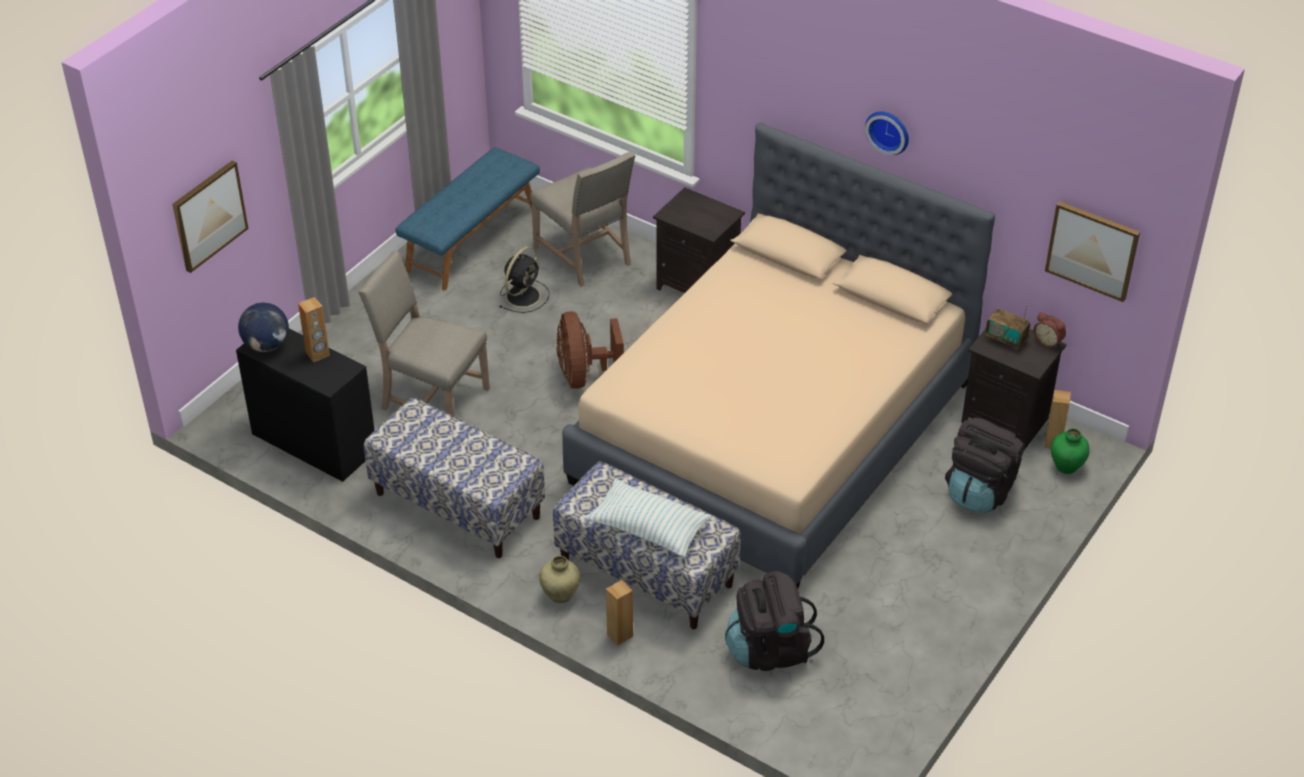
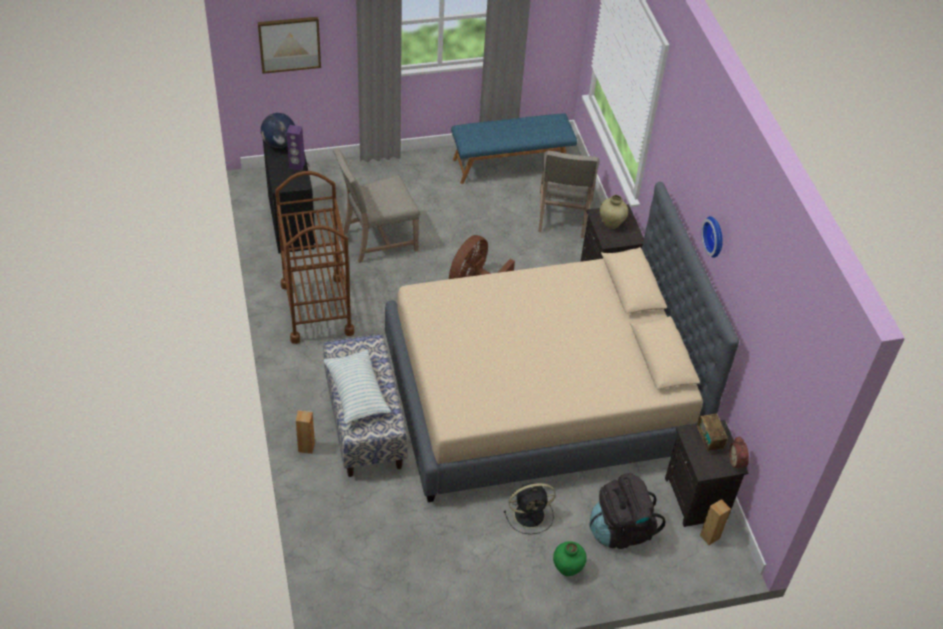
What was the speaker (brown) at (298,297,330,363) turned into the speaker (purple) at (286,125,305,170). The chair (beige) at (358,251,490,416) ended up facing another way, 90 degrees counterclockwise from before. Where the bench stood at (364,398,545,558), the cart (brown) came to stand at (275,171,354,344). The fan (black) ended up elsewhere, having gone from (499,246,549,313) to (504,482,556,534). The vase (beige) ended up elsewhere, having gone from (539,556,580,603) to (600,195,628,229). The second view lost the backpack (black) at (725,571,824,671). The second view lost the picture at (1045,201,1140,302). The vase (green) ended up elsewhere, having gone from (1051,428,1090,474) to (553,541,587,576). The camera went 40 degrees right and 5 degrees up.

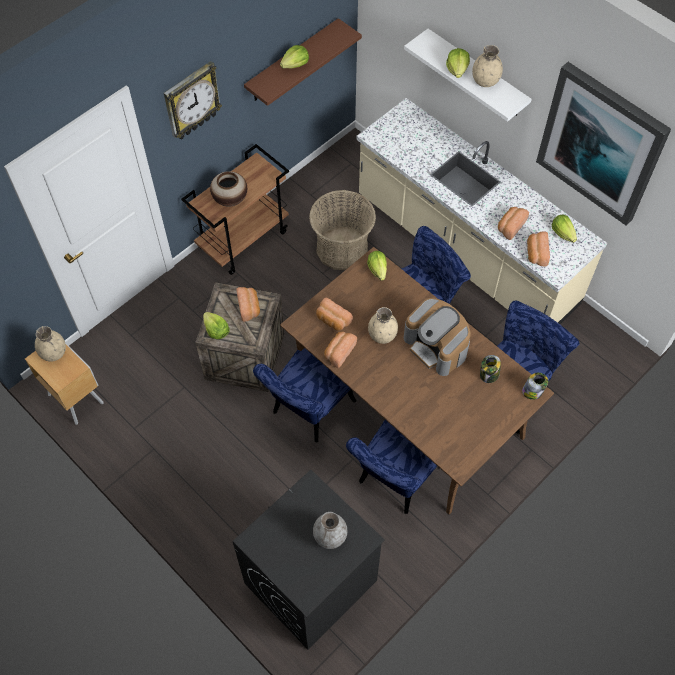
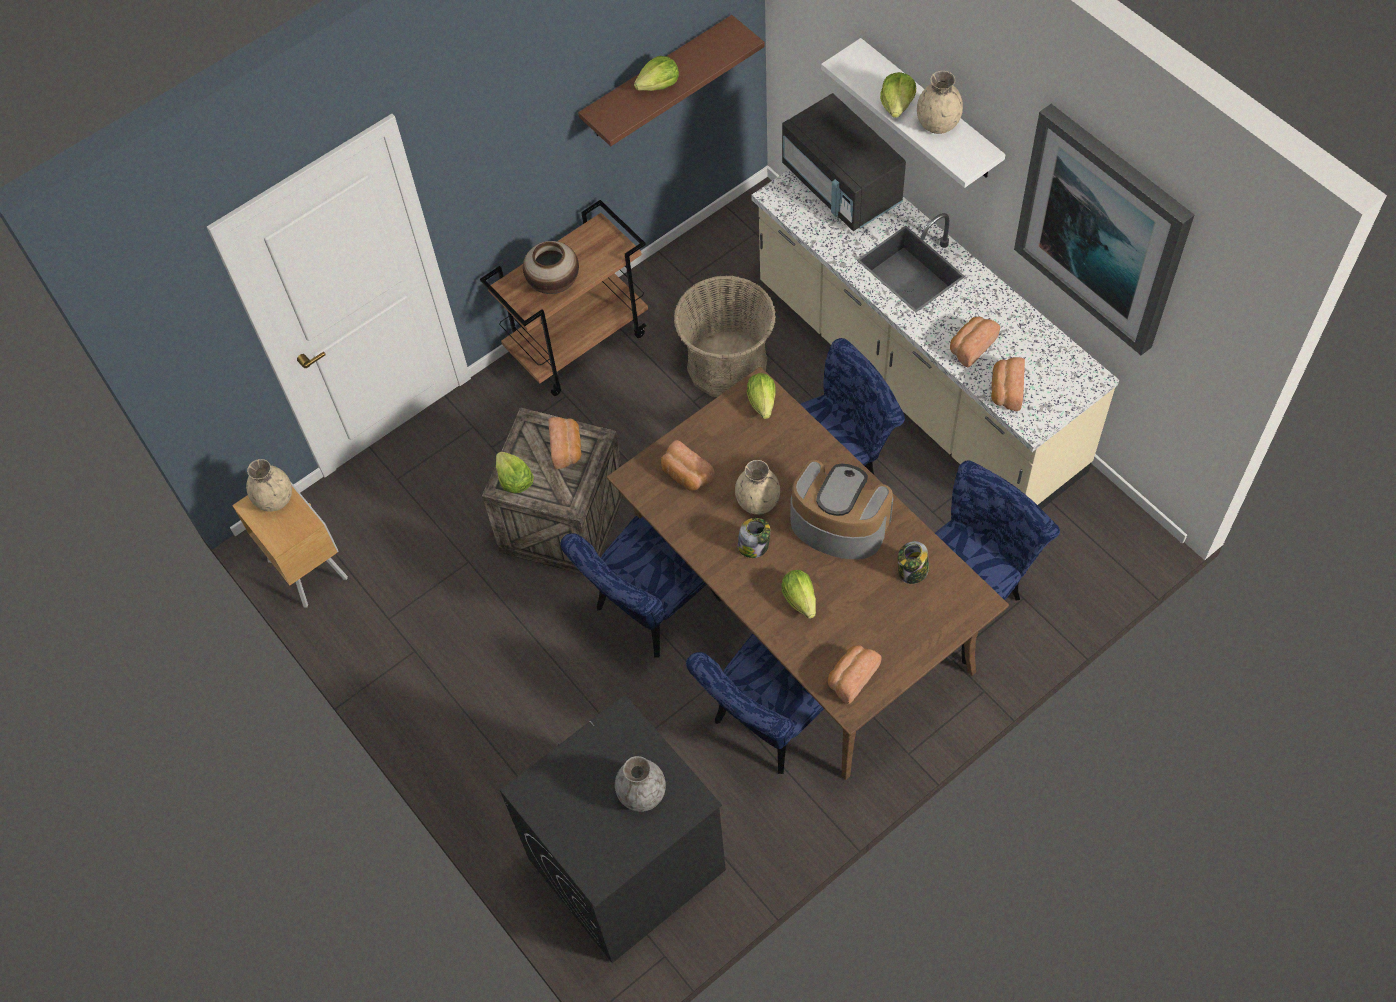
The second view lost the wall clock at (164,61,222,140). The bread ended up elsewhere, having gone from (324,331,357,368) to (828,645,882,704). The coffee machine at (404,298,471,376) ended up facing another way, 150 degrees clockwise from before. The jar ended up elsewhere, having gone from (522,373,548,400) to (738,518,771,558). The lettuce ended up elsewhere, having gone from (552,215,577,243) to (782,570,816,619). The second view gained the microwave (black) at (782,93,906,231). The camera went 10 degrees right and 0 degrees up.

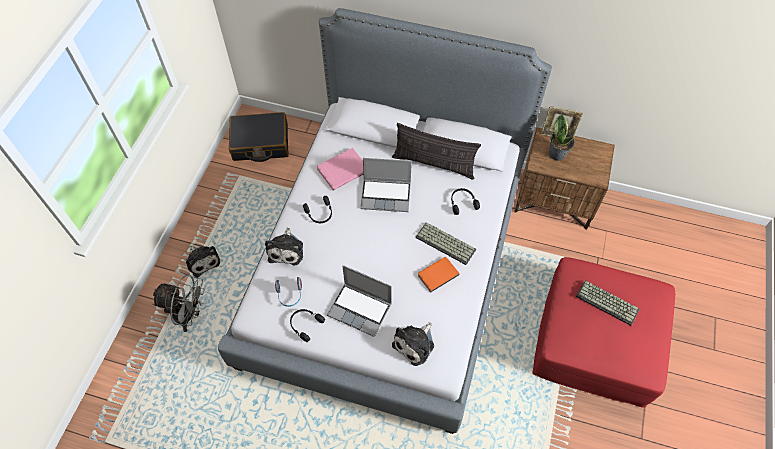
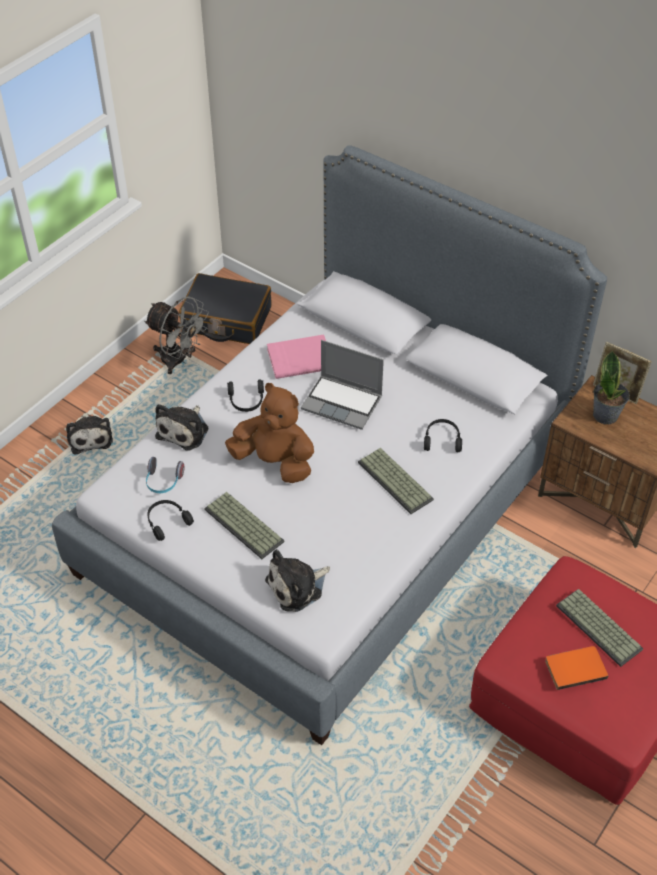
The fan (grey) ended up elsewhere, having gone from (153,274,205,332) to (144,296,209,374). Where the laptop stood at (327,265,392,337), the keyboard came to stand at (204,492,284,559). The second view lost the pillow at (392,123,481,180). The book (orange) ended up elsewhere, having gone from (418,257,460,293) to (545,646,609,690). The second view gained the plush toy (brown) at (225,383,314,483). The camera went 20 degrees right and 10 degrees down.

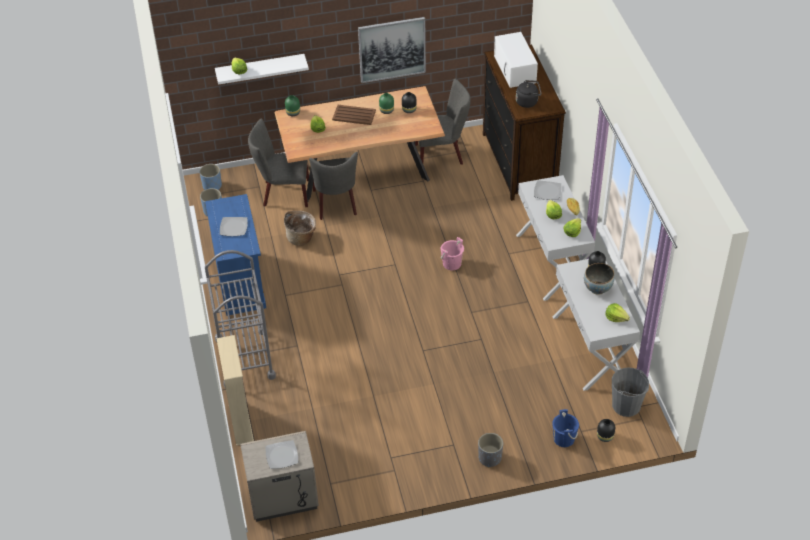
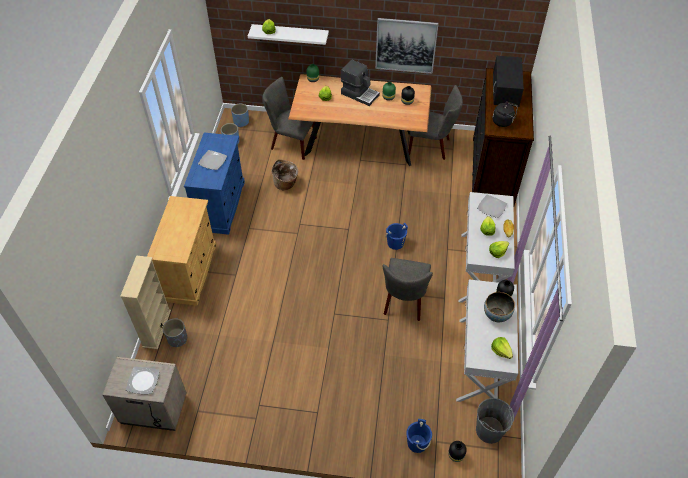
Where the cart (grey) stood at (205,250,276,388), the cabinet (beige) came to stand at (147,196,216,306). The chair (grey) ended up elsewhere, having gone from (309,152,358,220) to (383,258,433,321). Where the tray (brown) stood at (332,105,376,125), the coffee machine came to stand at (341,60,380,106). What was the bucket (pink) at (441,237,464,270) turned into the bucket (blue) at (385,223,408,250). The planter (grey) ended up elsewhere, having gone from (478,433,503,467) to (163,318,187,347). What was the microwave (white) at (494,32,538,88) turned into the microwave (black) at (493,56,524,107). The camera went 20 degrees right and 5 degrees up.

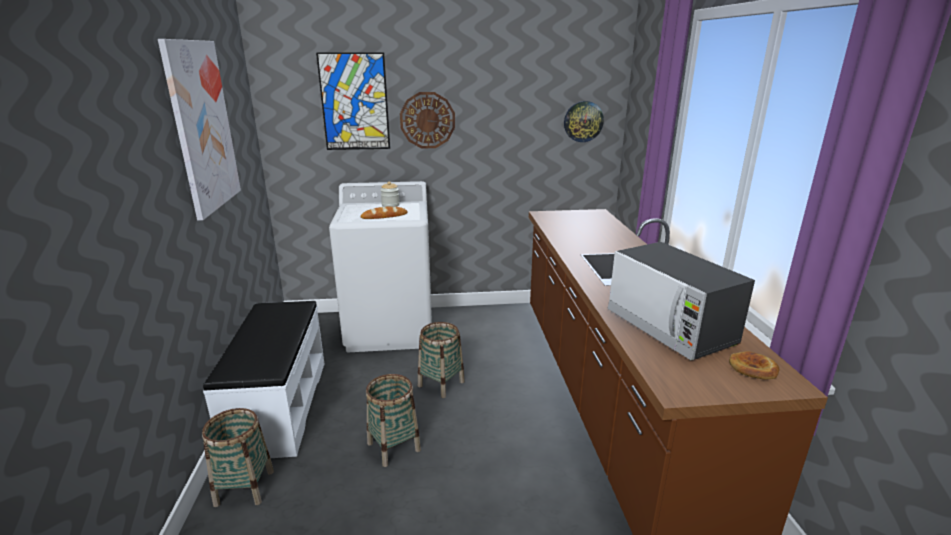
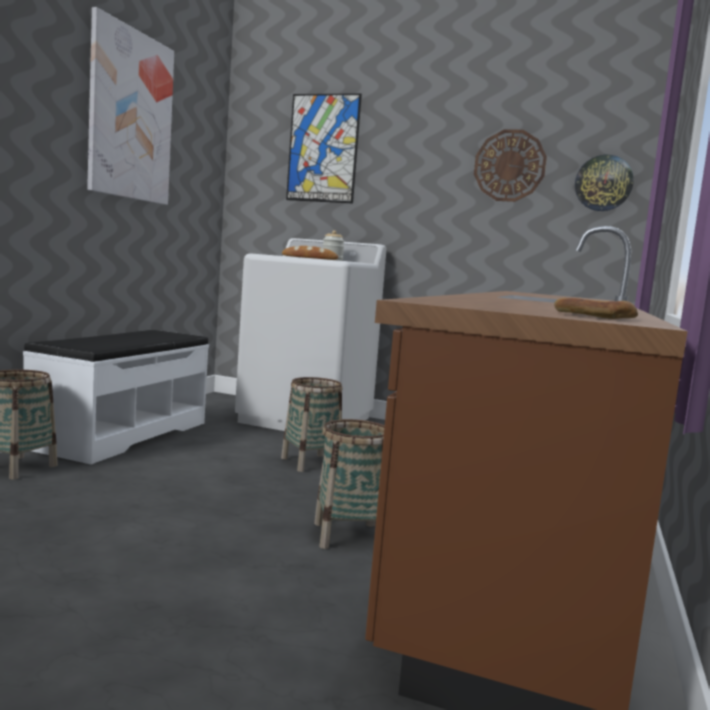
The basket ended up elsewhere, having gone from (366,374,421,467) to (314,419,385,549). The wall clock ended up elsewhere, having gone from (400,92,455,148) to (474,130,547,202). The second view lost the microwave at (607,242,755,360). The camera went 25 degrees right and 15 degrees down.

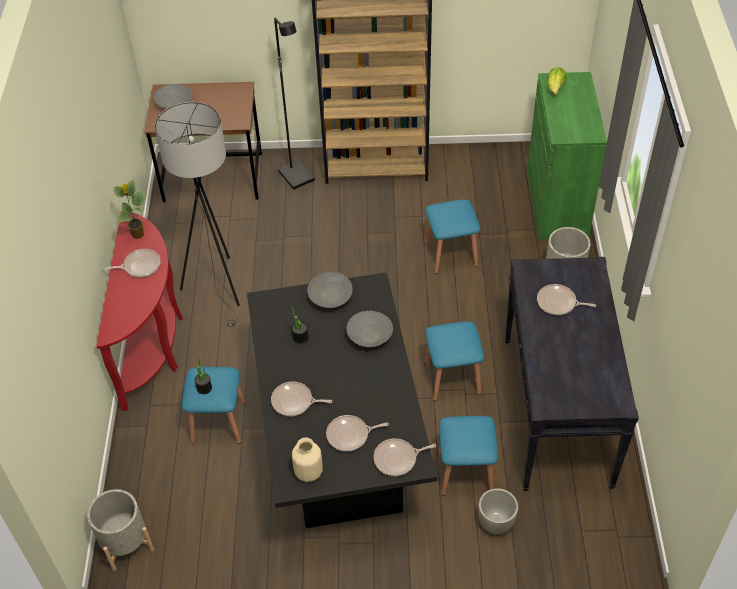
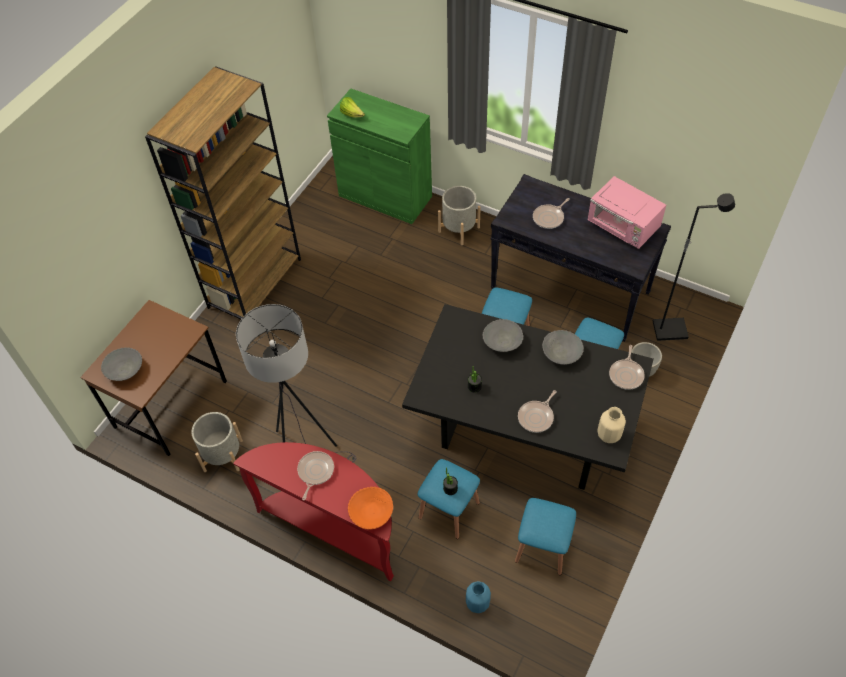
The planter (grey) ended up elsewhere, having gone from (87,489,154,571) to (191,412,243,472). The second view lost the potted plant at (113,179,145,239). The floor lamp (black) ended up elsewhere, having gone from (274,18,315,190) to (653,193,735,341). The bowl (grey) ended up elsewhere, having gone from (307,272,353,308) to (542,330,584,365). The second view lost the frying pan at (326,415,389,452). The stool (blue) ended up elsewhere, having gone from (425,199,480,274) to (515,498,576,575). The second view gained the bowl (orange) at (348,487,393,529). The second view gained the vase (blue) at (466,581,491,613). The second view gained the microwave (pink) at (587,176,666,249). The camera went 60 degrees left and 5 degrees up.

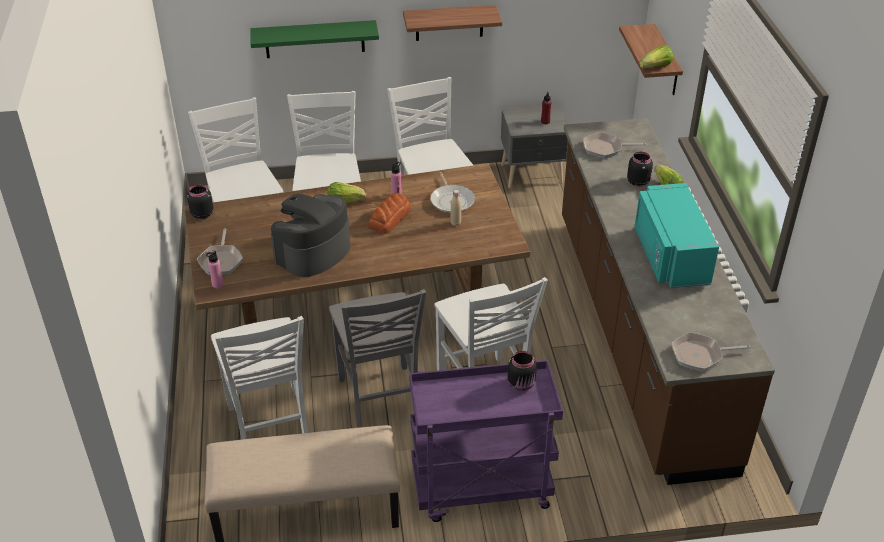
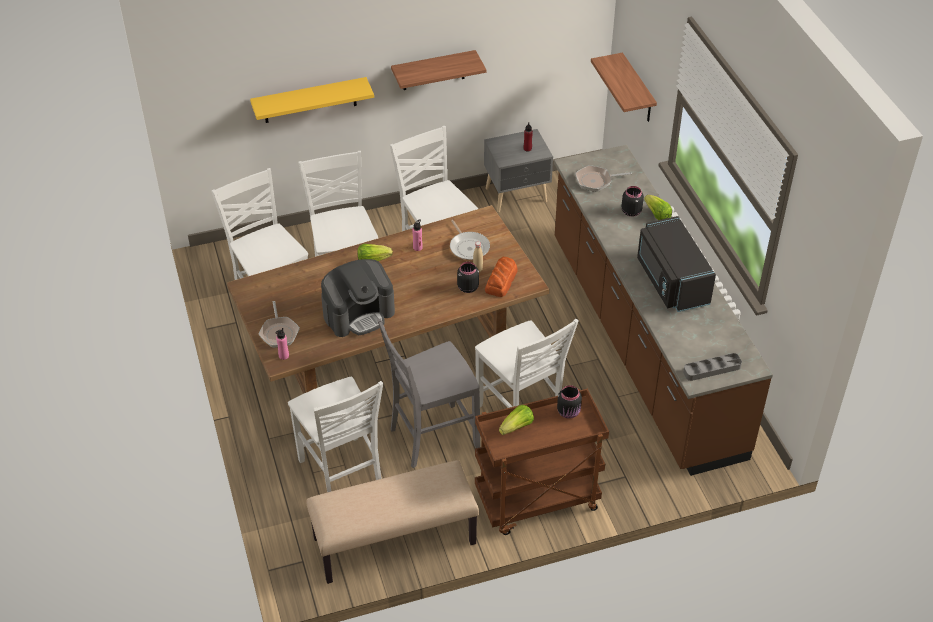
The jar (black) ended up elsewhere, having gone from (187,184,214,219) to (457,262,479,293). What was the shelf (green) at (250,20,379,58) turned into the shelf (yellow) at (250,77,374,123). The coffee machine at (271,193,351,277) ended up facing another way, 150 degrees counterclockwise from before. The chair (grey) at (329,289,426,428) ended up facing another way, 90 degrees clockwise from before. The bread ended up elsewhere, having gone from (368,193,411,234) to (485,257,518,297). What was the cart (purple) at (409,359,563,522) turned into the cart (brown) at (475,389,609,535). What was the microwave (turquoise) at (635,183,719,288) turned into the microwave (black) at (637,216,716,312). The lettuce ended up elsewhere, having gone from (639,46,673,68) to (499,405,534,435). Where the frying pan stood at (671,332,751,372), the tray (grey) came to stand at (683,353,742,381). The camera went 10 degrees left and 5 degrees up.

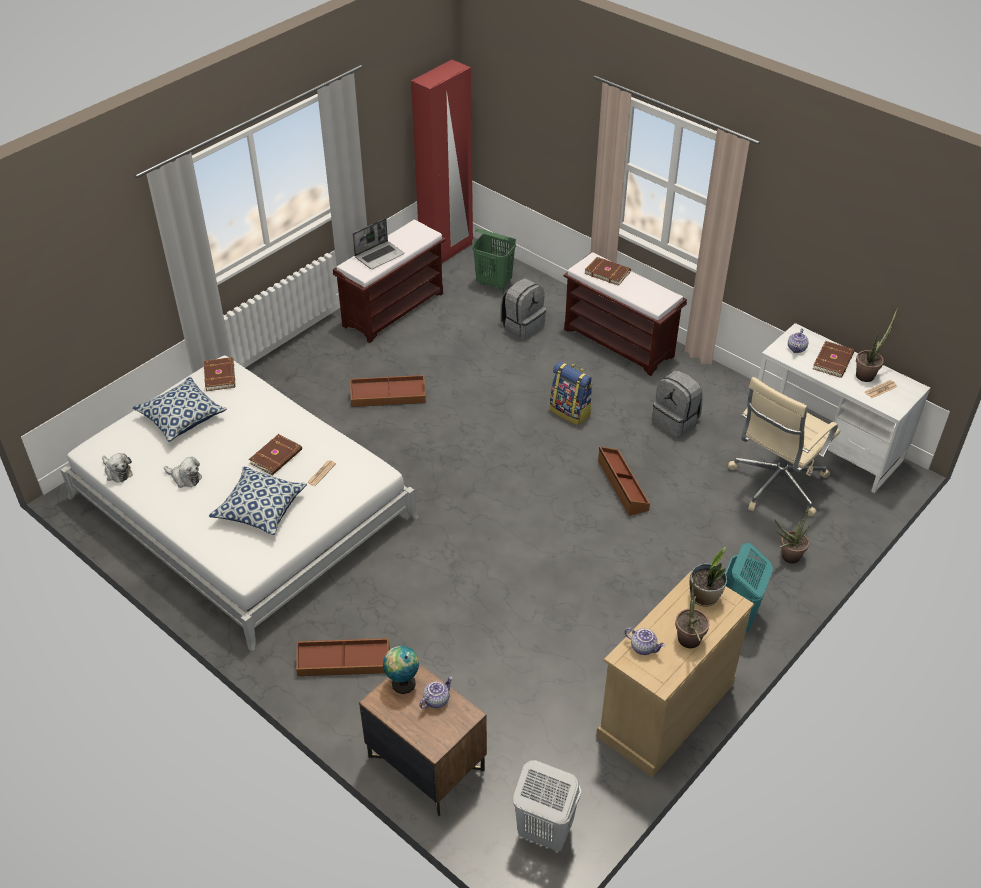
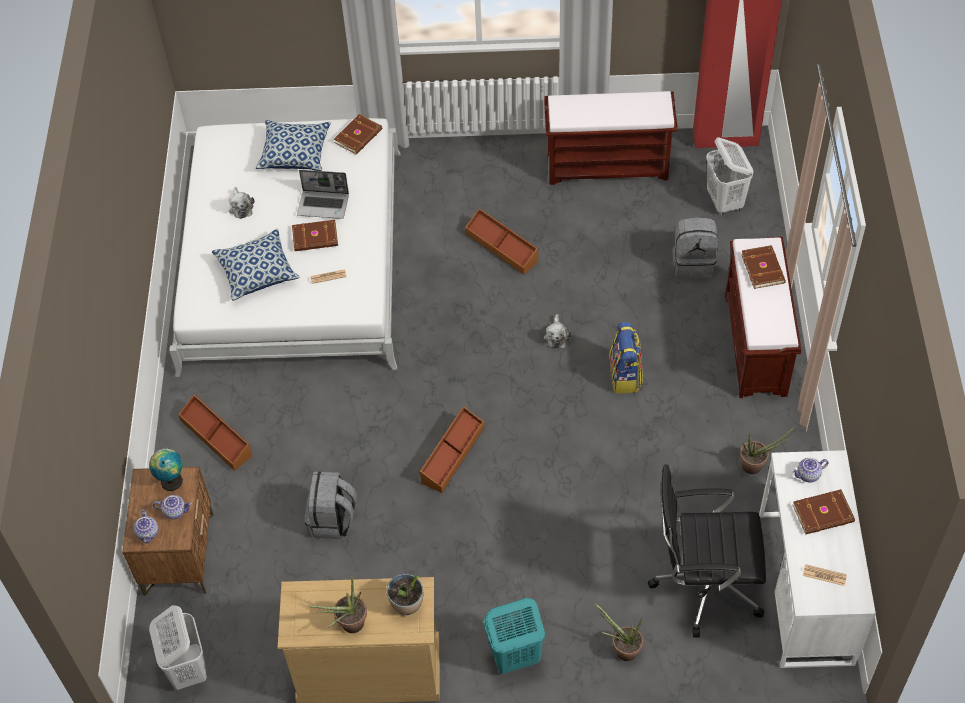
The plush toy ended up elsewhere, having gone from (102,453,133,483) to (544,314,572,348). The laptop ended up elsewhere, having gone from (352,218,404,269) to (297,170,349,219). What was the laundry basket (green) at (472,229,516,291) turned into the laundry basket (white) at (706,137,753,215). The storage box (brown) ended up elsewhere, having gone from (598,447,650,516) to (420,406,485,493). The teapot ended up elsewhere, having gone from (625,627,665,655) to (134,509,159,544). The backpack (grey) ended up elsewhere, having gone from (652,371,703,437) to (305,472,357,539). What was the office chair (beige) at (728,377,840,516) turned into the office chair (black) at (648,464,766,637). The potted plant ended up elsewhere, having gone from (856,308,898,382) to (740,426,796,474). The camera went 50 degrees right and 10 degrees up.

